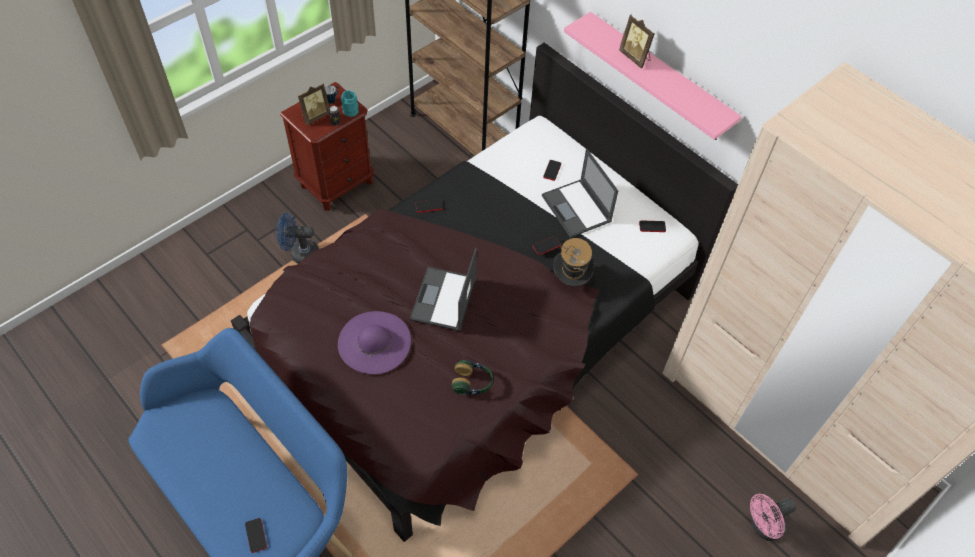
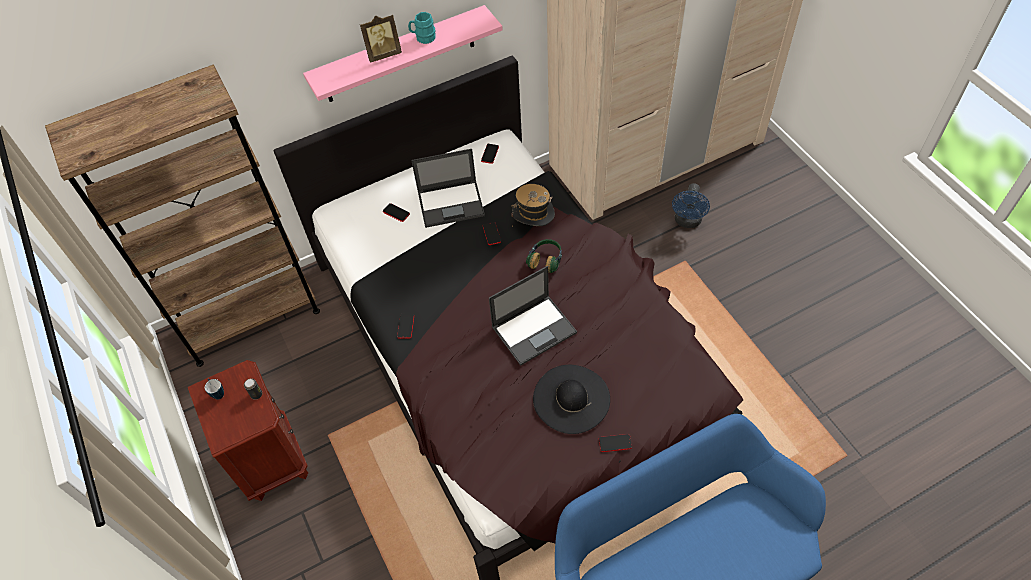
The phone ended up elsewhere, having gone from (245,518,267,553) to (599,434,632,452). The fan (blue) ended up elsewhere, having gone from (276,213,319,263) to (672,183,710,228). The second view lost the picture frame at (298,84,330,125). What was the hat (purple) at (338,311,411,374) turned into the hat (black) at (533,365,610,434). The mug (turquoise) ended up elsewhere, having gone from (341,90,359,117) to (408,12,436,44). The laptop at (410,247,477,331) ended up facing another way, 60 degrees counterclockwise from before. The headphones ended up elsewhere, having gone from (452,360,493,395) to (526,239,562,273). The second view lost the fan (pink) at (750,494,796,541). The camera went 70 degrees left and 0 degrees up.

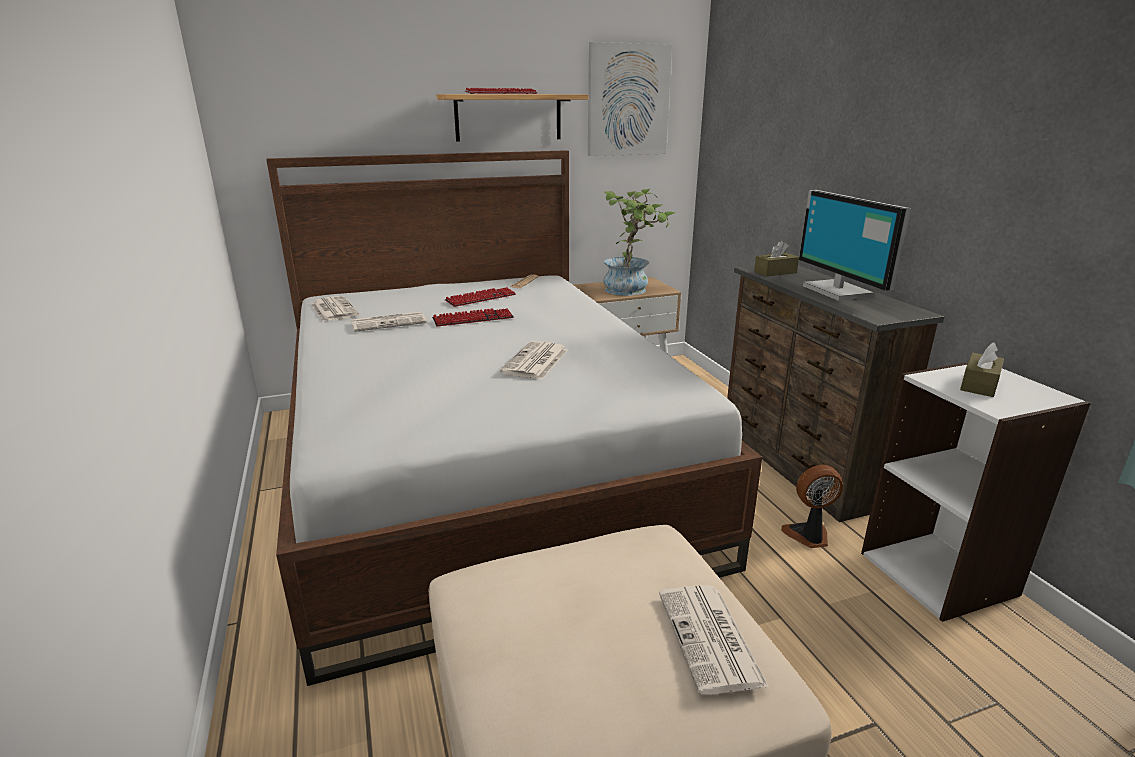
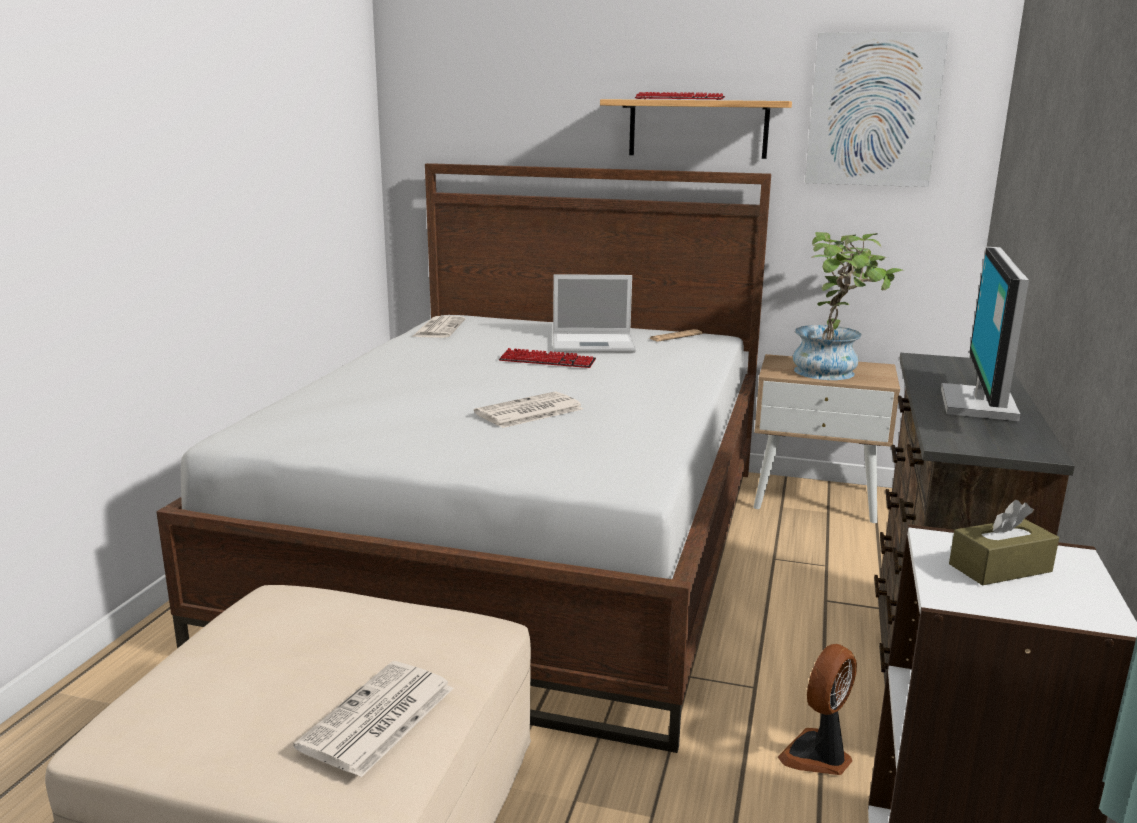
The second view lost the newspaper at (351,312,427,332). Where the keyboard stood at (445,287,516,307), the laptop came to stand at (553,274,636,352). The second view lost the tissue box (brown) at (754,241,799,277). The fan at (781,465,843,548) ended up facing another way, 75 degrees counterclockwise from before. The camera went 35 degrees right and 5 degrees down.

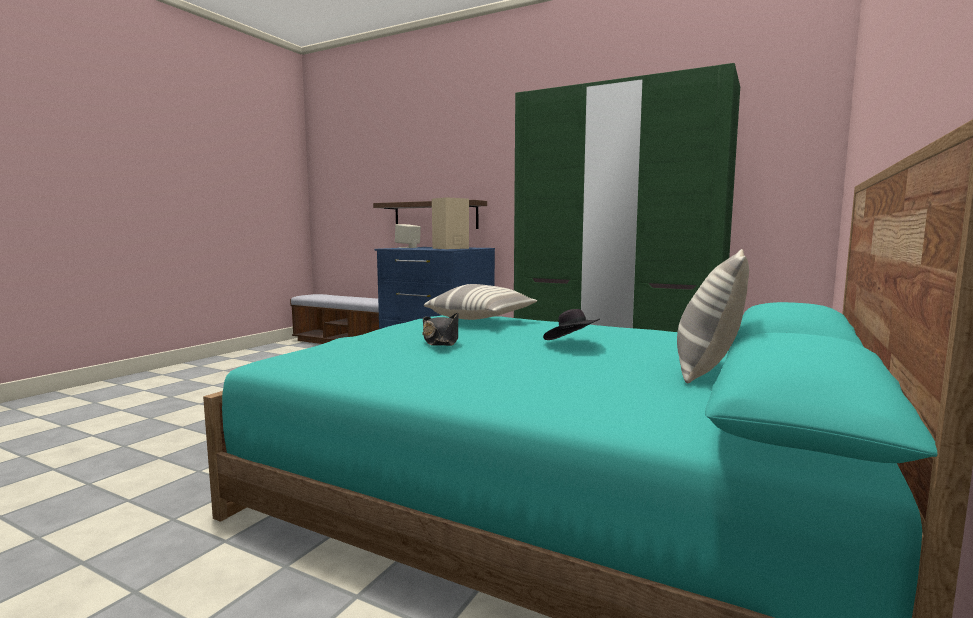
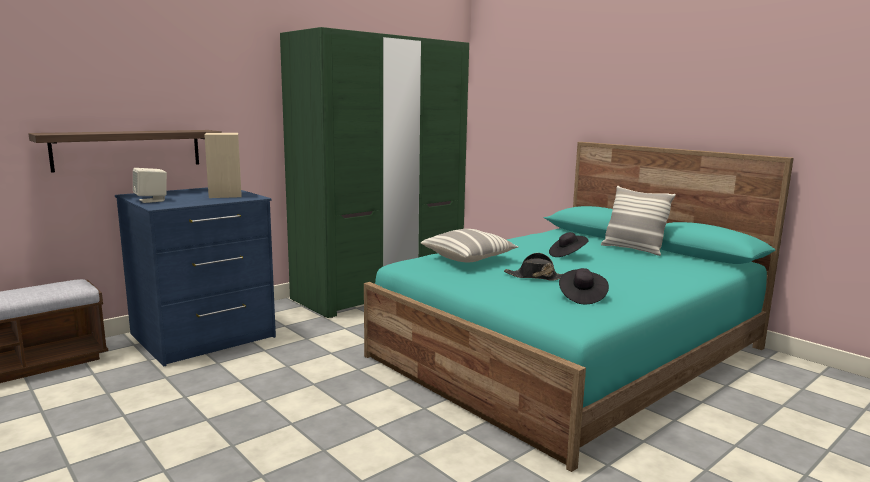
The second view gained the hat (black) at (559,268,609,304). The camera went 70 degrees left and 5 degrees up.

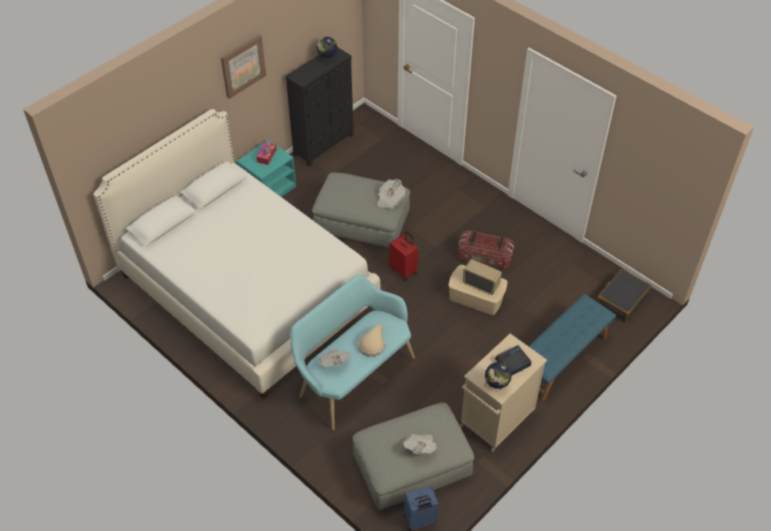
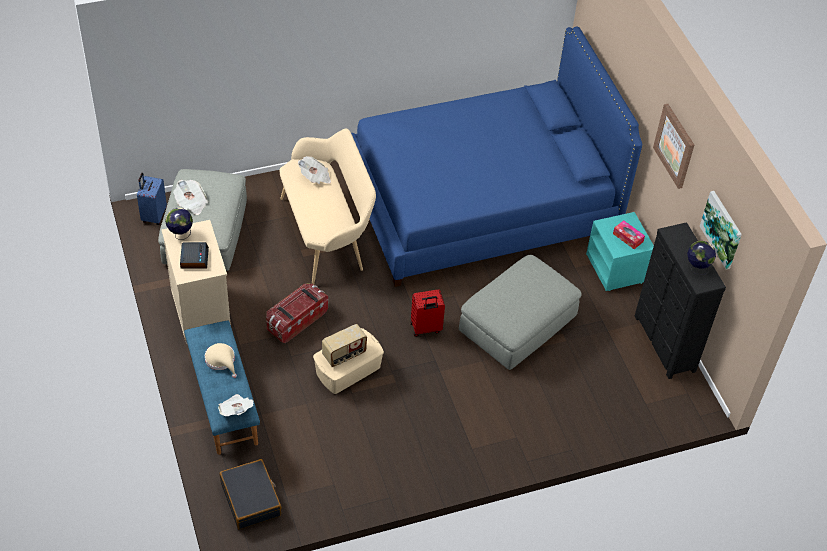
What was the bed (white) at (93,109,380,399) turned into the bed (blue) at (351,27,642,287). What was the bench (turquoise) at (290,275,415,430) turned into the bench (beige) at (279,128,376,284). The hat (beige) ended up elsewhere, having gone from (358,324,385,357) to (205,343,237,378). The newspaper ended up elsewhere, having gone from (377,179,405,209) to (218,394,254,416). The storage box ended up elsewhere, having gone from (458,230,514,269) to (266,284,328,343). The second view gained the picture at (700,191,742,270). The camera went 115 degrees right and 0 degrees up.

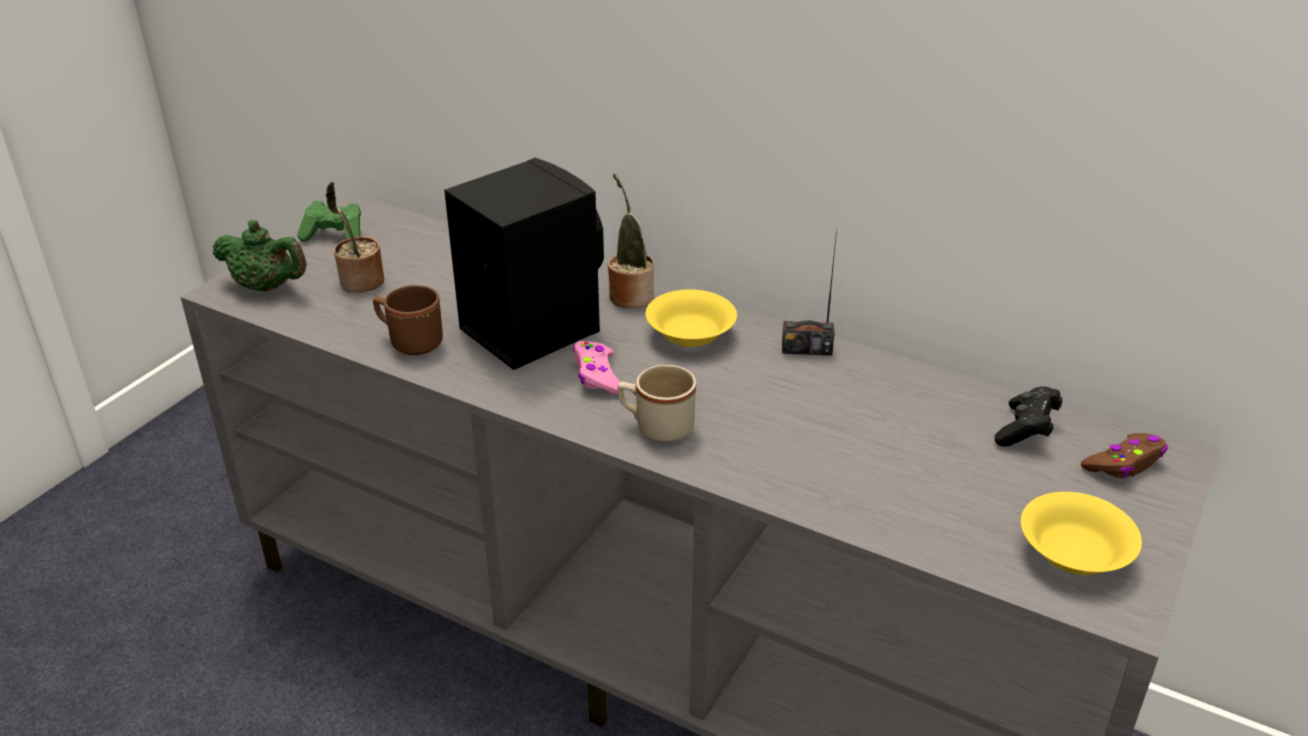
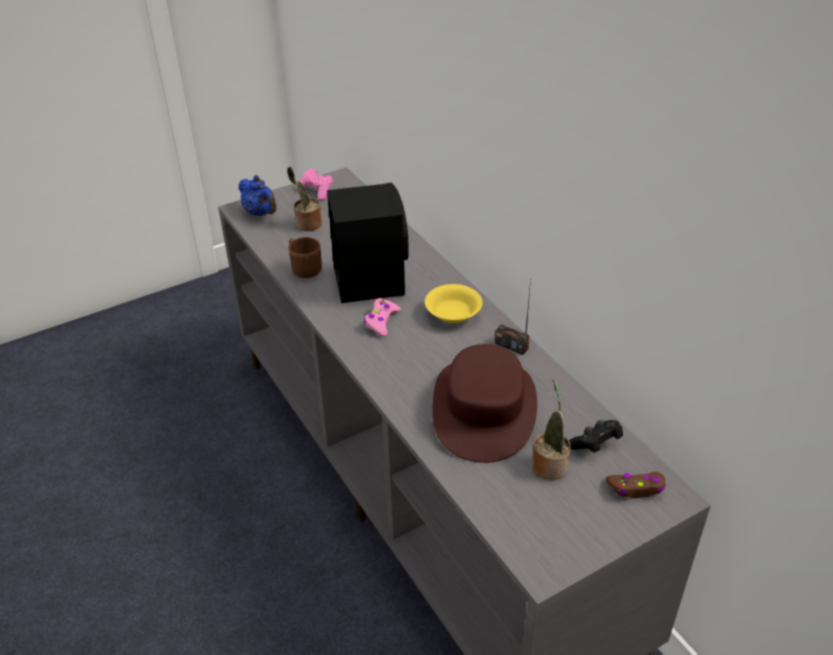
What was the teapot (green) at (213,220,307,292) turned into the teapot (blue) at (238,175,277,216). What was the game controller (green) at (297,201,361,242) turned into the game controller (pink) at (296,168,334,201). The potted plant ended up elsewhere, having gone from (608,173,654,308) to (532,379,571,480). The second view lost the mug (beige) at (618,365,696,443). The second view lost the bowl (yellow) at (1021,492,1142,575). The second view gained the hat (brown) at (432,344,537,463). The camera went 30 degrees right and 5 degrees up.

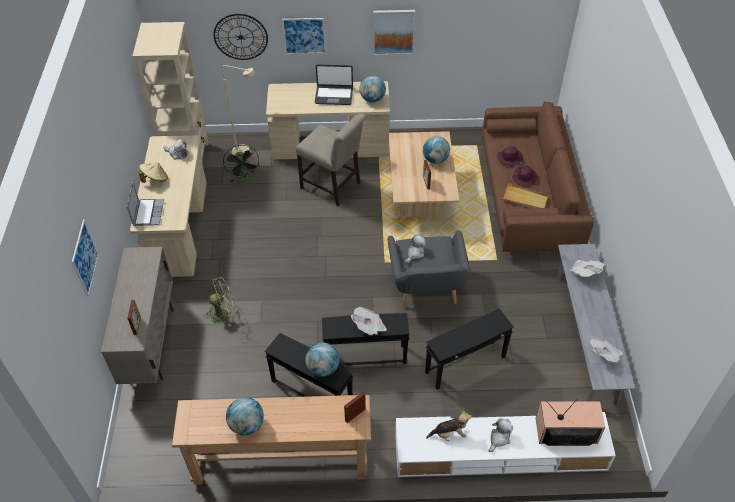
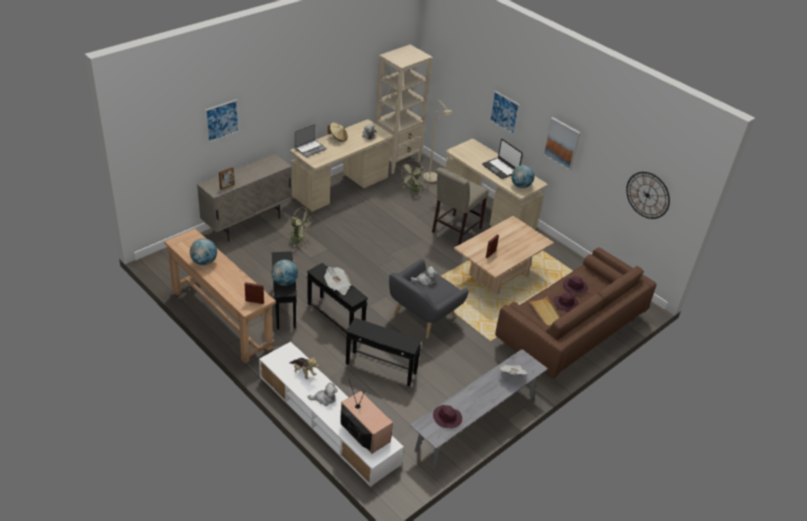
The wall clock ended up elsewhere, having gone from (214,14,268,60) to (626,172,670,219). What was the fan (black) at (223,145,259,182) turned into the fan (green) at (399,160,426,193). The chair (beige) at (296,113,366,207) ended up facing another way, 45 degrees clockwise from before. The second view lost the globe at (423,136,450,164). Where the newspaper stood at (590,338,623,363), the hat (purple) came to stand at (433,405,462,428). The camera went 45 degrees right and 10 degrees down.

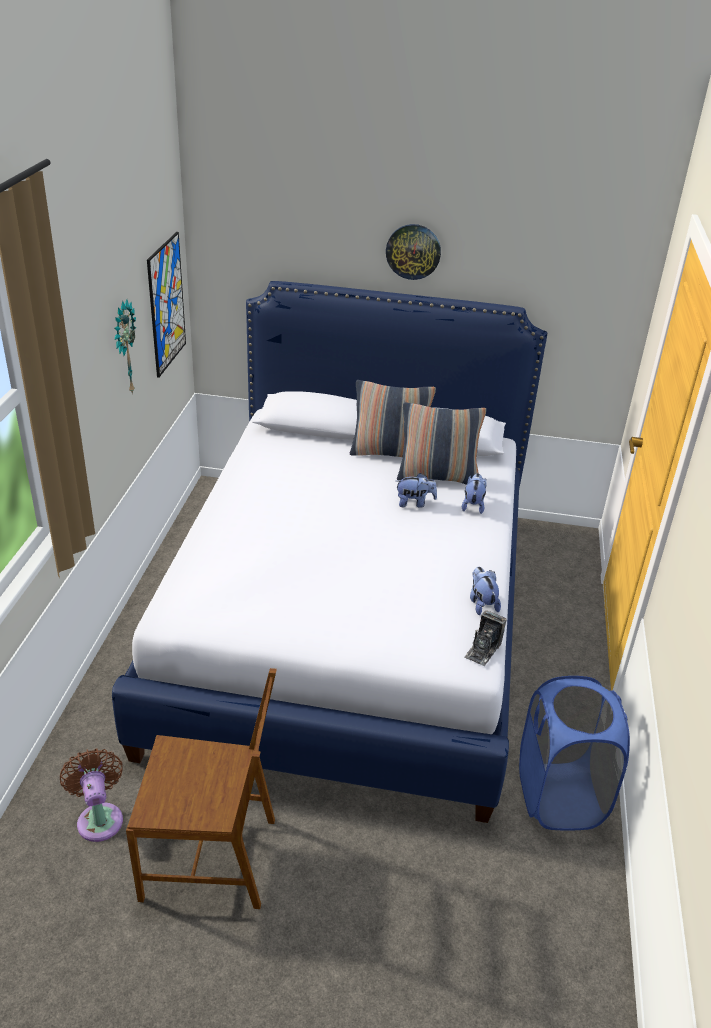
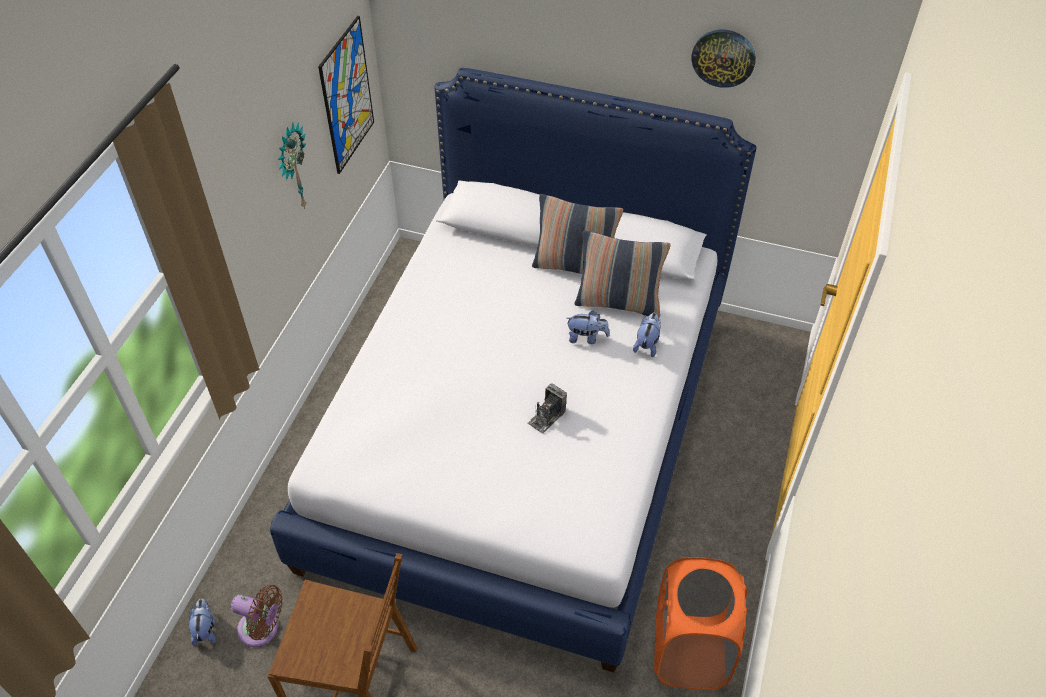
The fan (brown) at (60,748,123,842) ended up facing another way, 120 degrees clockwise from before. The wall clock ended up elsewhere, having gone from (386,224,441,280) to (691,30,756,88). The photo camera ended up elsewhere, having gone from (464,610,507,666) to (527,384,567,434). The plush toy ended up elsewhere, having gone from (470,567,501,615) to (189,599,216,646). What was the laundry basket (blue) at (519,676,630,831) turned into the laundry basket (orange) at (654,557,747,690). The camera went 10 degrees right and 15 degrees up.

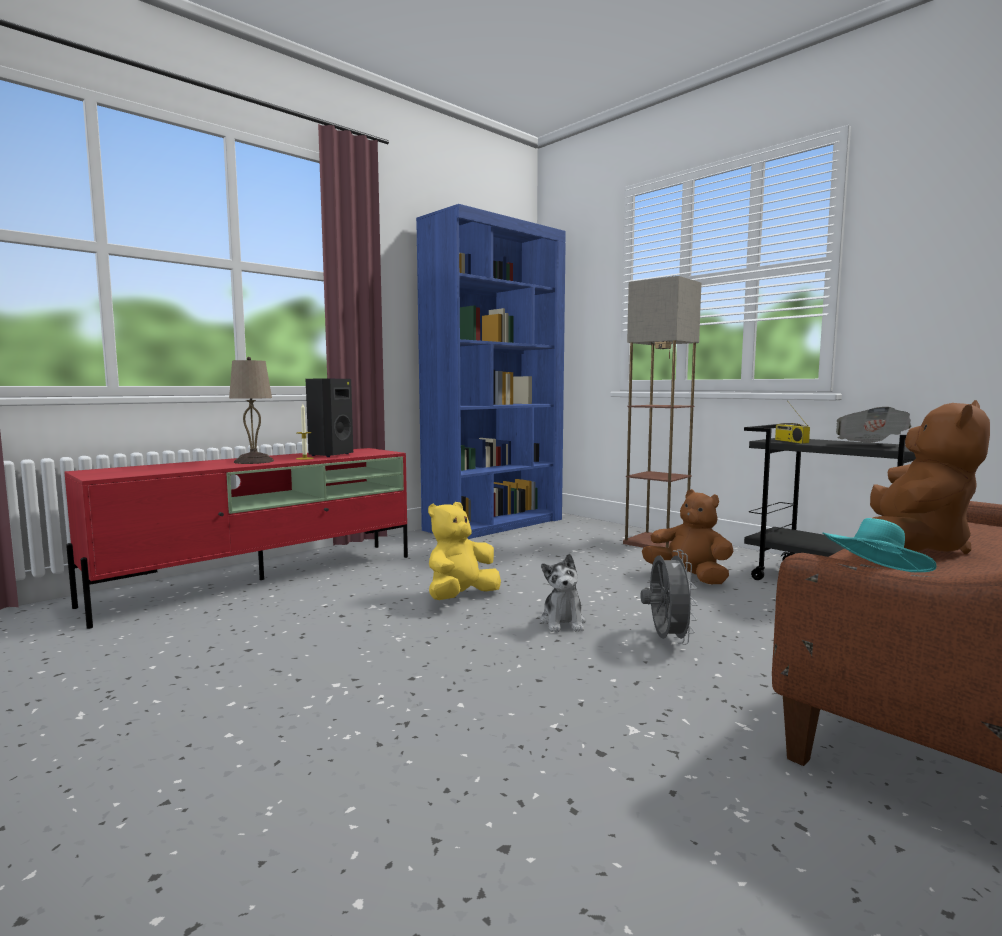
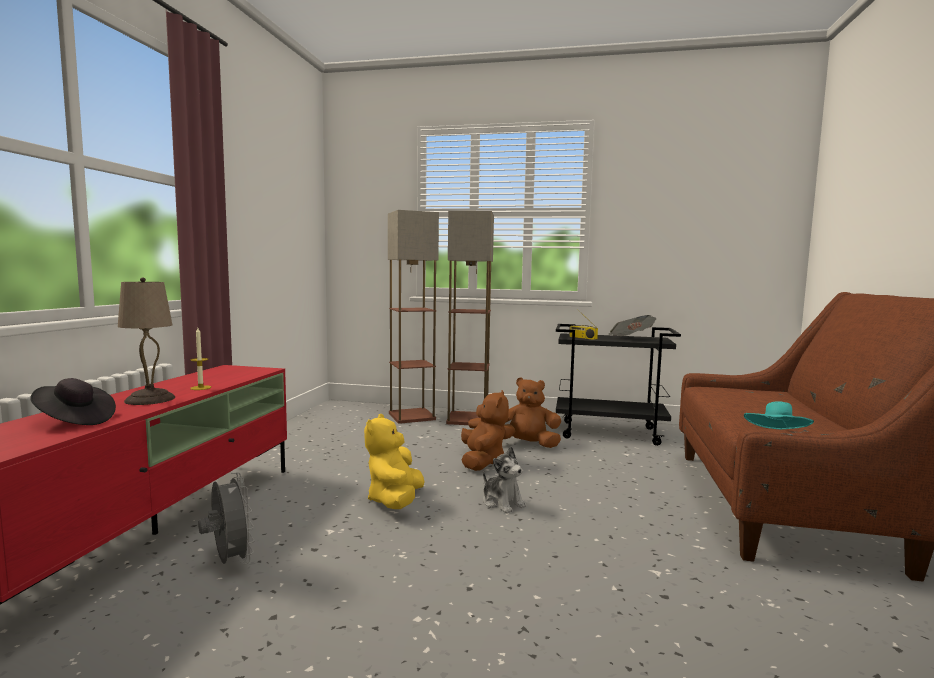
The second view lost the speaker (black) at (306,379,353,457). The second view lost the bookcase (blue) at (416,204,566,539). The fan (grey) ended up elsewhere, having gone from (640,550,698,645) to (198,472,254,565). The plush toy (brown) ended up elsewhere, having gone from (870,400,990,554) to (461,390,509,471). The second view gained the hat (black) at (30,378,116,425). The second view gained the floor lamp at (388,210,439,424). The camera went 35 degrees left and 0 degrees up.

